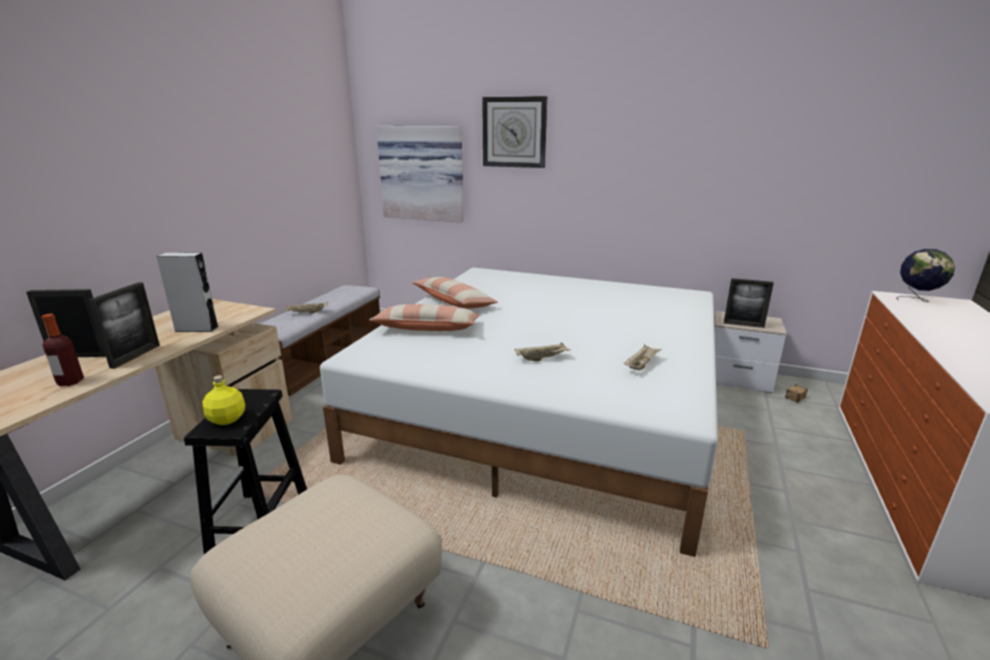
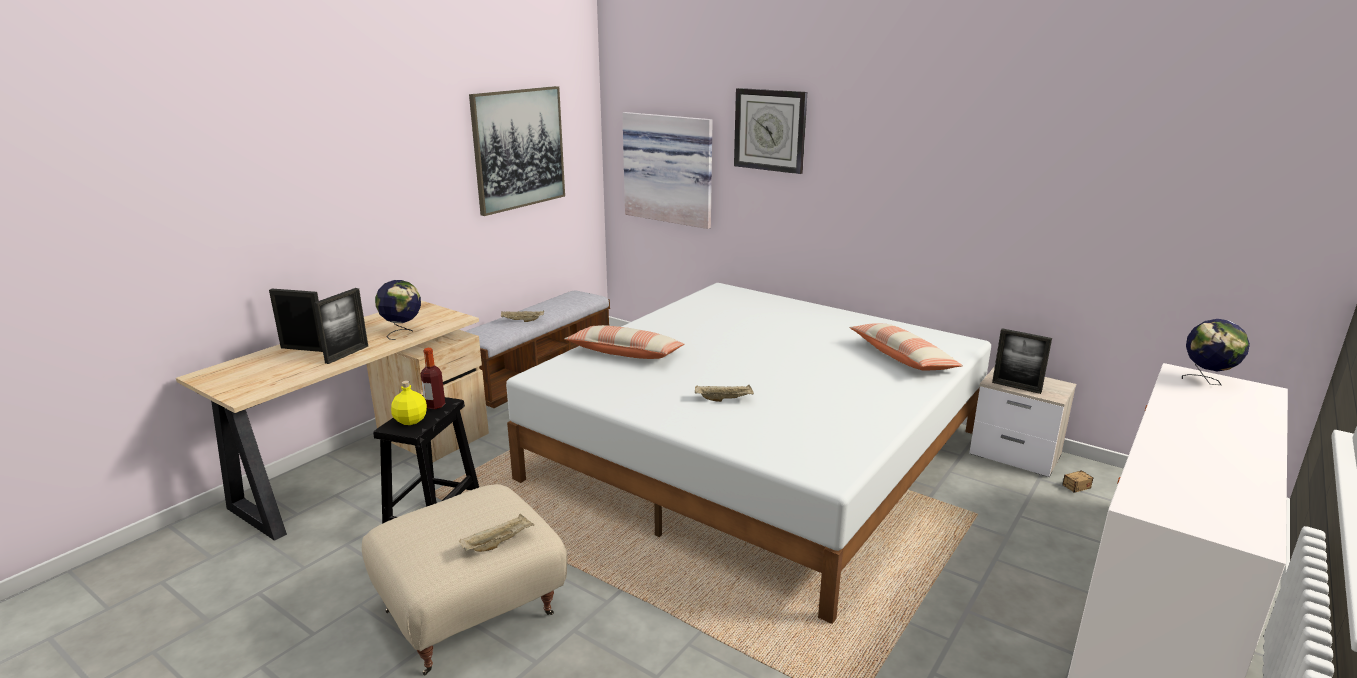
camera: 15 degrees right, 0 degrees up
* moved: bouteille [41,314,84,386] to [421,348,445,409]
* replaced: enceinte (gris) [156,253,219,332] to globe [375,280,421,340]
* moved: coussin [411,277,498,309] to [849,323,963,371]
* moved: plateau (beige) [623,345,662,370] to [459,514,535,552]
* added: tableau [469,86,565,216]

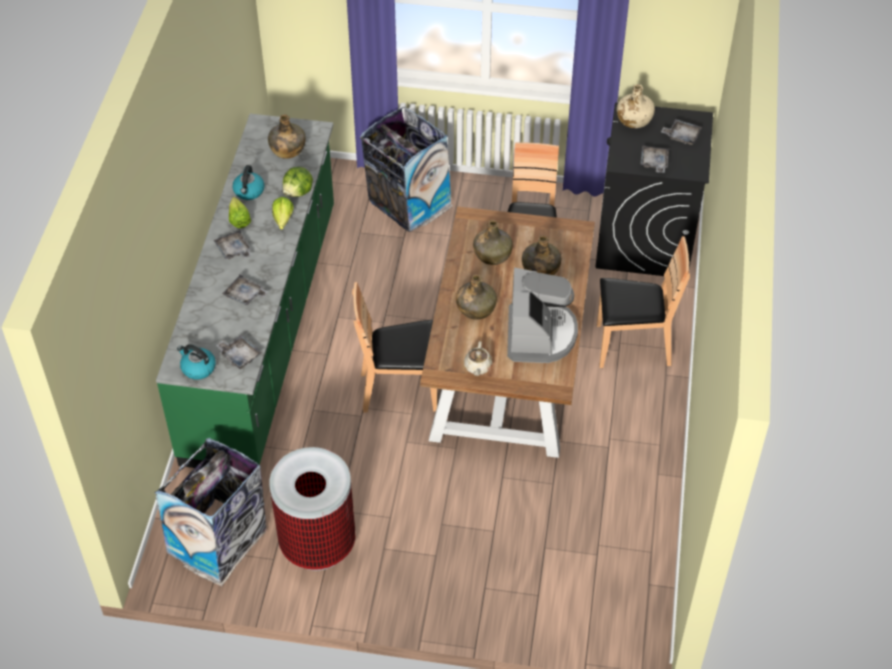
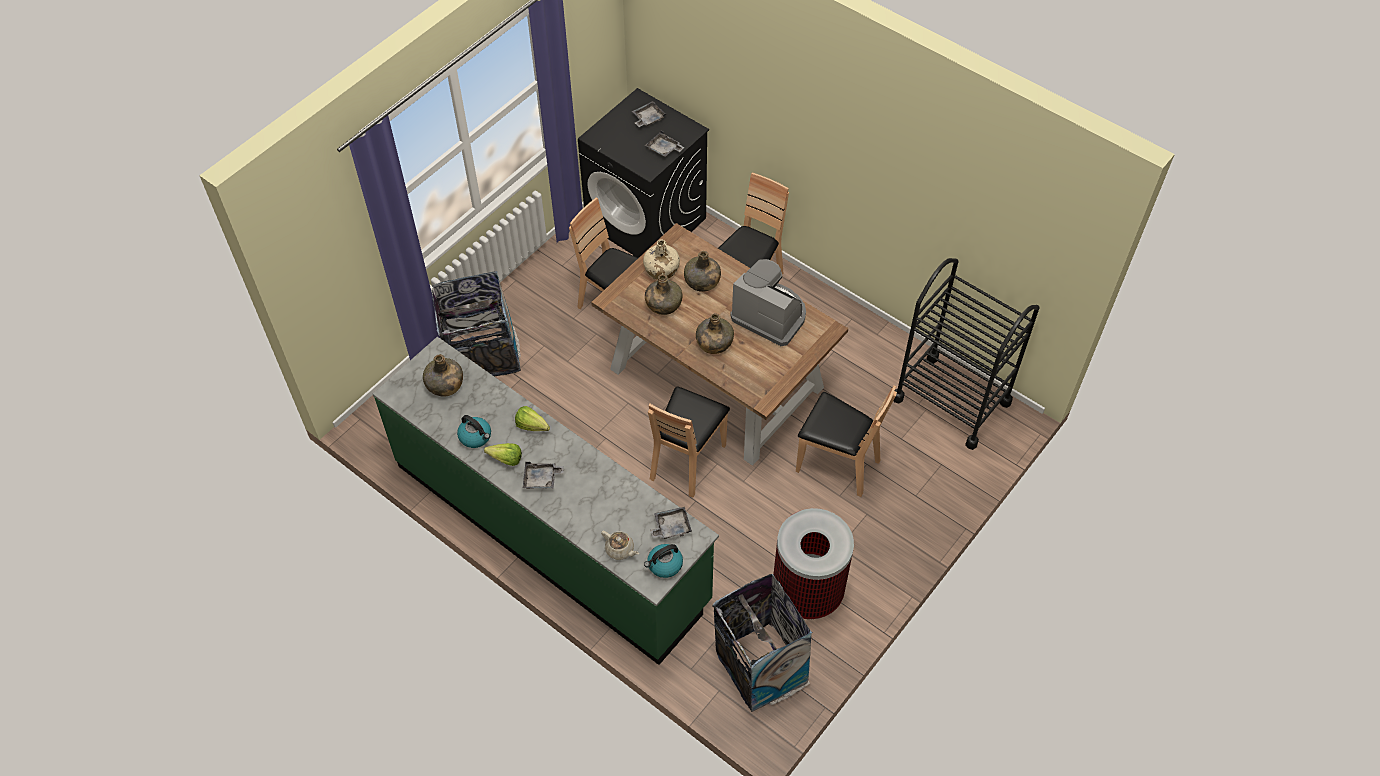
camera: 60 degrees left, 5 degrees up
* removed: plateau (gris) [222,274,269,305]
* removed: laitue [283,167,313,197]
* moved: théière (beige) [464,341,492,376] to [601,531,639,560]
* moved: bouteille (beige) [617,84,655,128] to [643,239,680,280]
* added: chaise (marron) [796,385,897,497]
* added: chariot (noir) [893,258,1040,450]

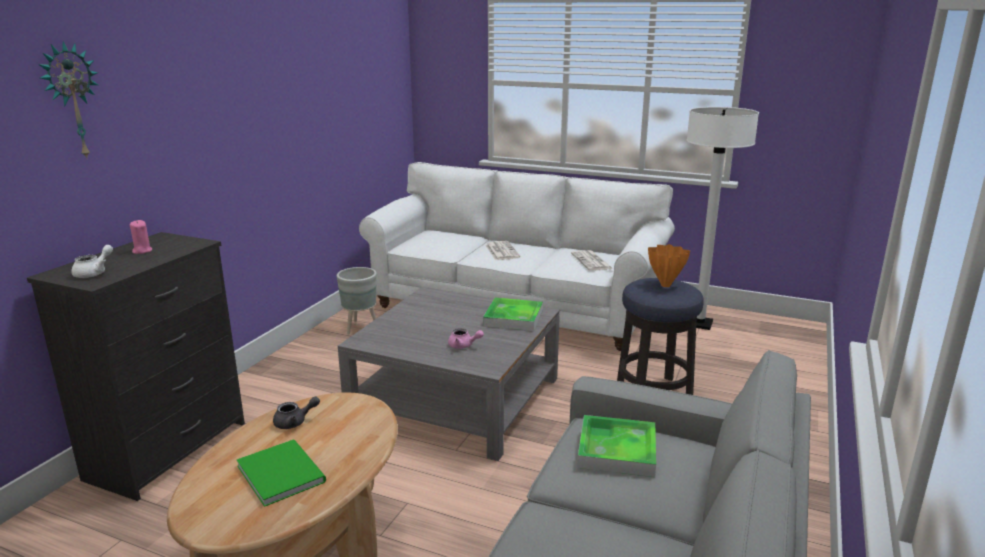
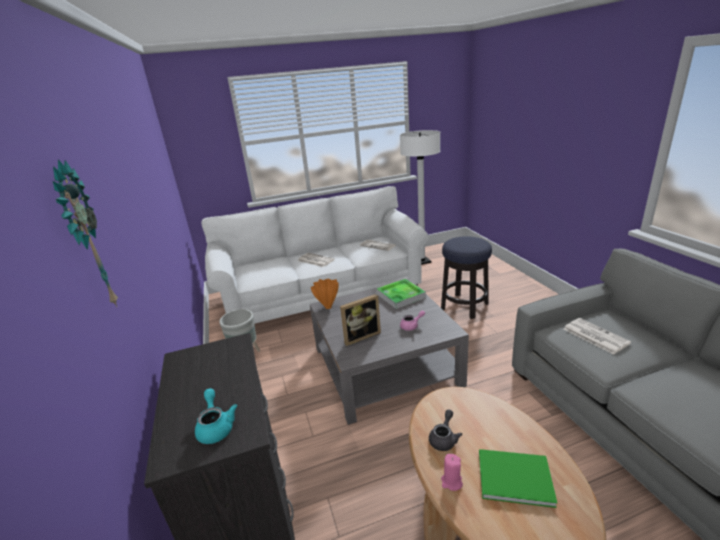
camera: 40 degrees left, 5 degrees up
* recoloured: théière (blanc) [71,245,113,278] to théière (turquoise) [195,388,237,444]
* moved: bougie (rose) [130,220,152,254] to [441,454,463,491]
* replaced: plateau [577,415,656,477] to journal [564,318,631,355]
* moved: vase (orange) [648,244,690,287] to [311,279,339,309]
* added: cadre photo [340,294,381,346]

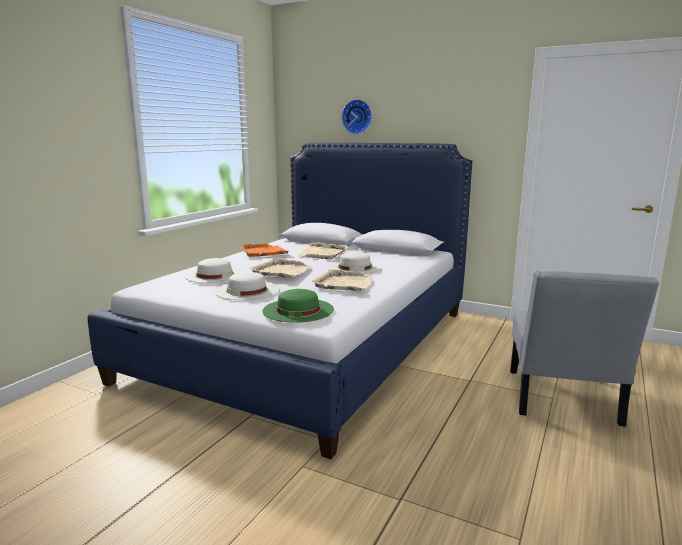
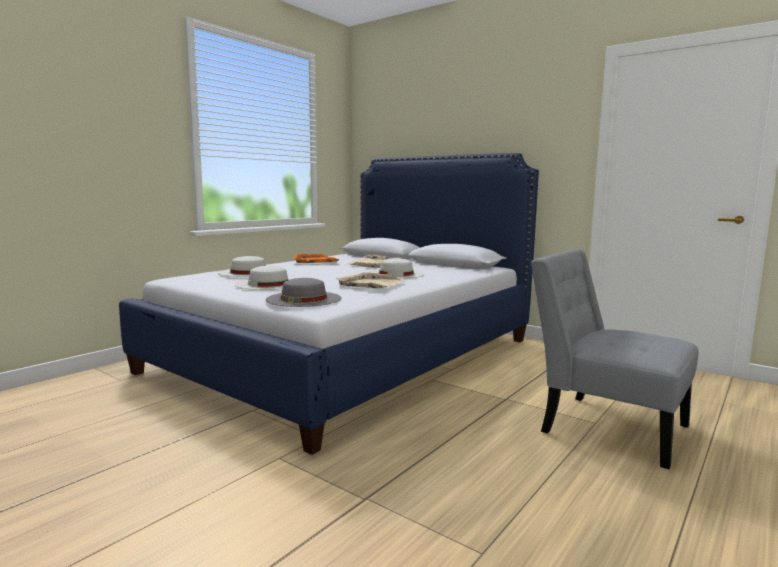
camera: 10 degrees right, 5 degrees down
* removed: plateau (beige) [250,259,312,277]
* recoloured: chapeau (vert) [263,289,334,322] to chapeau (gris) [266,278,341,307]
* removed: horloge murale [342,99,372,135]
* turned: chaise (gris) [510,271,659,427] = [531,249,699,469] 105 degrees clockwise

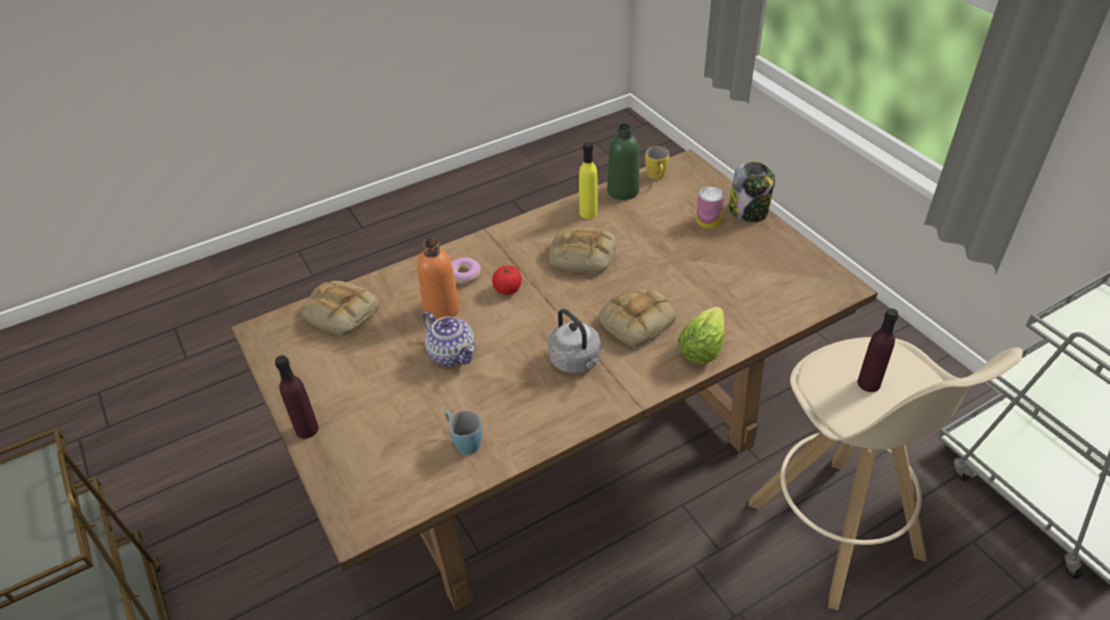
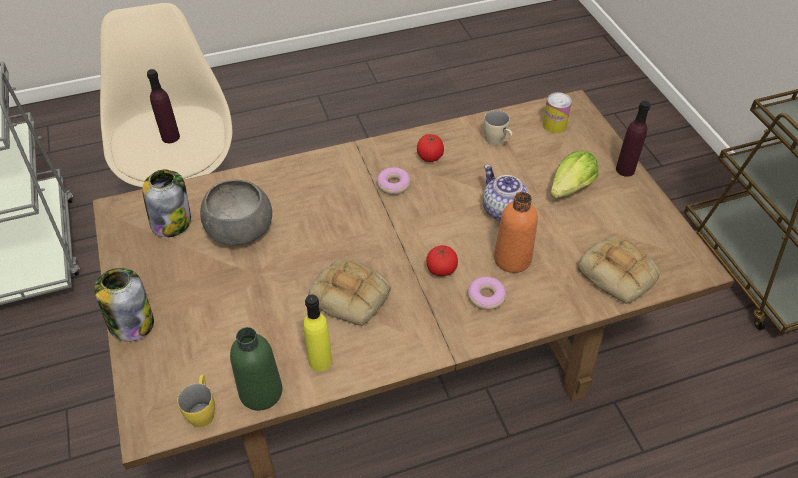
camera: 170 degrees left, 5 degrees up
* recoloured: mug (bleu) [445,411,482,455] to mug (beige) [484,110,512,145]
* replaced: bouilloire (gris) [548,309,601,374] to beignet [376,167,411,195]
* removed: pain [598,289,676,348]
* moved: laitue [678,307,725,364] to [551,150,598,198]
* moved: boîte métallique [696,187,724,228] to [542,92,572,133]
* added: bocal [142,169,191,237]
* added: bol (gris) [200,180,272,246]
* added: tomate [417,134,444,162]

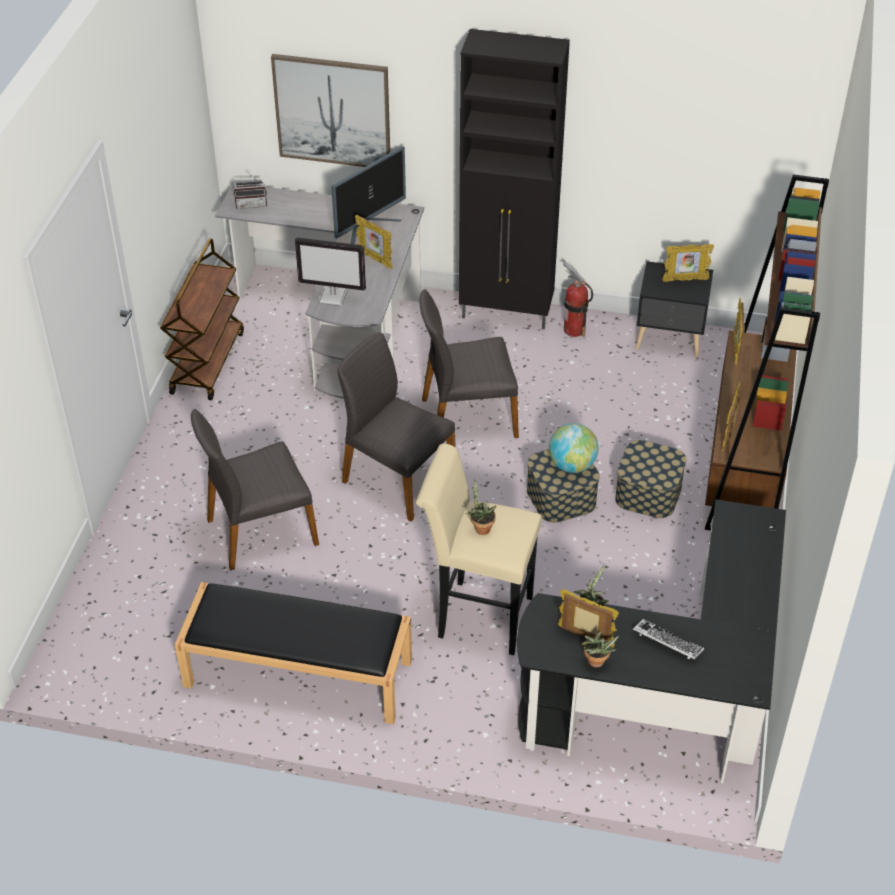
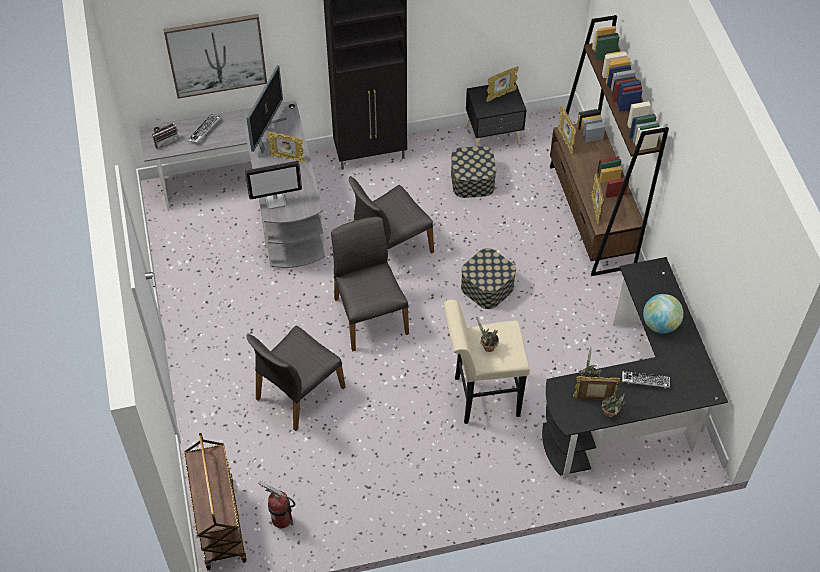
camera: 25 degrees left, 10 degrees up
* moved: chariot (marron) [160,238,244,400] to [184,433,247,570]
* removed: banc (noir) [175,582,412,724]
* turned: chaise (gris) [337,333,456,522] = [331,217,409,352] 60 degrees clockwise
* moved: globe [549,423,599,473] to [643,294,684,333]
* moved: extincteur [563,262,593,337] to [258,481,295,528]
* moved: boîte de rangement [615,440,686,518] to [451,146,496,198]
* added: clavier [187,114,222,143]

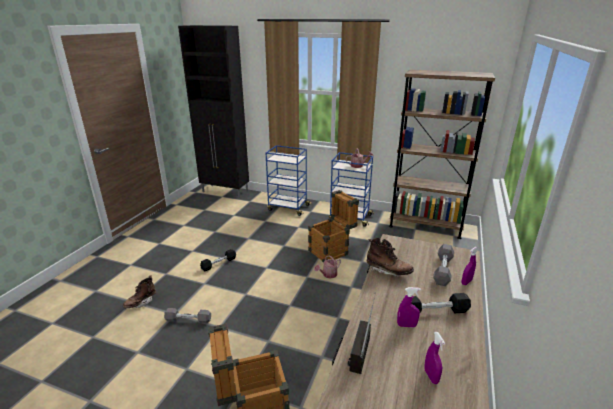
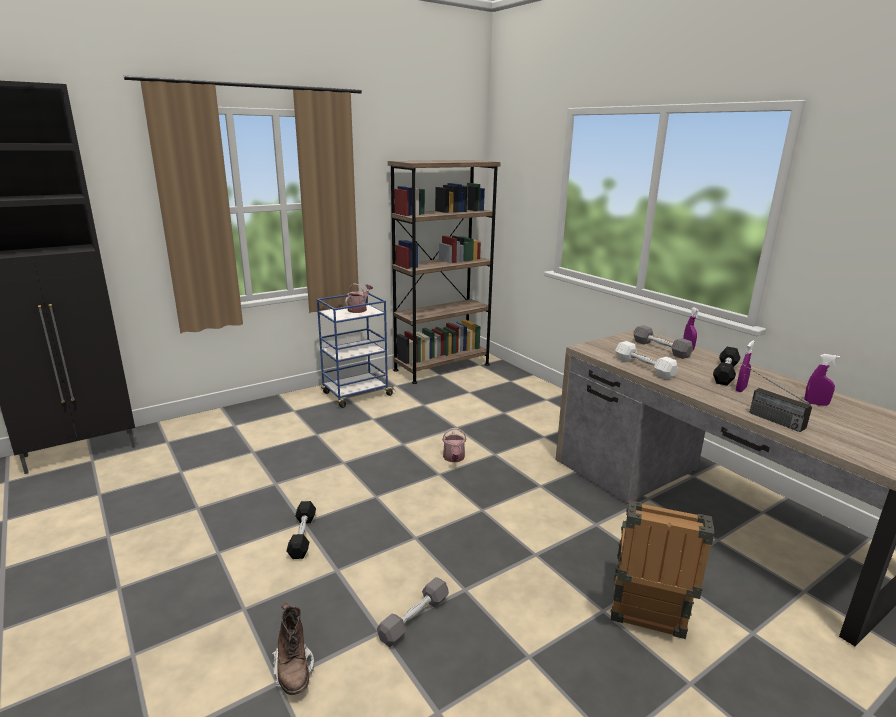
camera: 55 degrees left, 5 degrees down
* removed: chariot (bleu) [266,145,312,216]
* removed: caisse [308,190,359,262]
* replaced: botte (marron) [367,238,414,277] to haltère (blanc) [615,341,678,379]

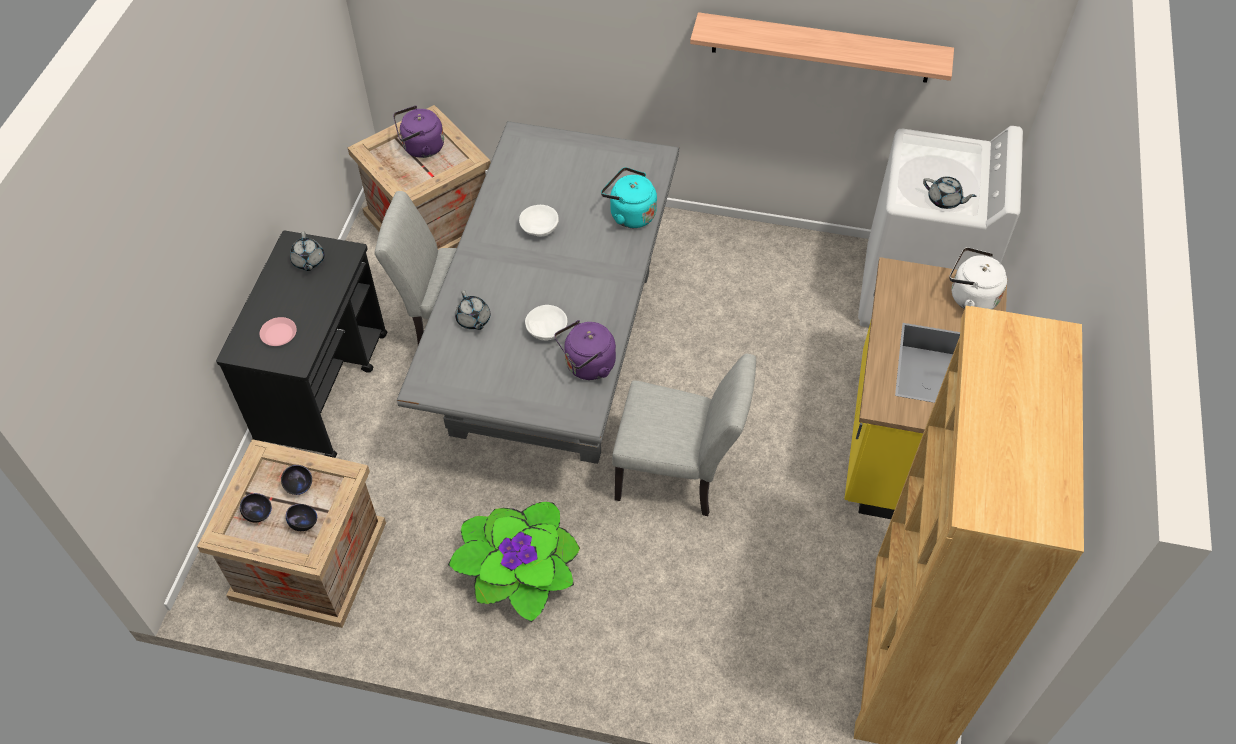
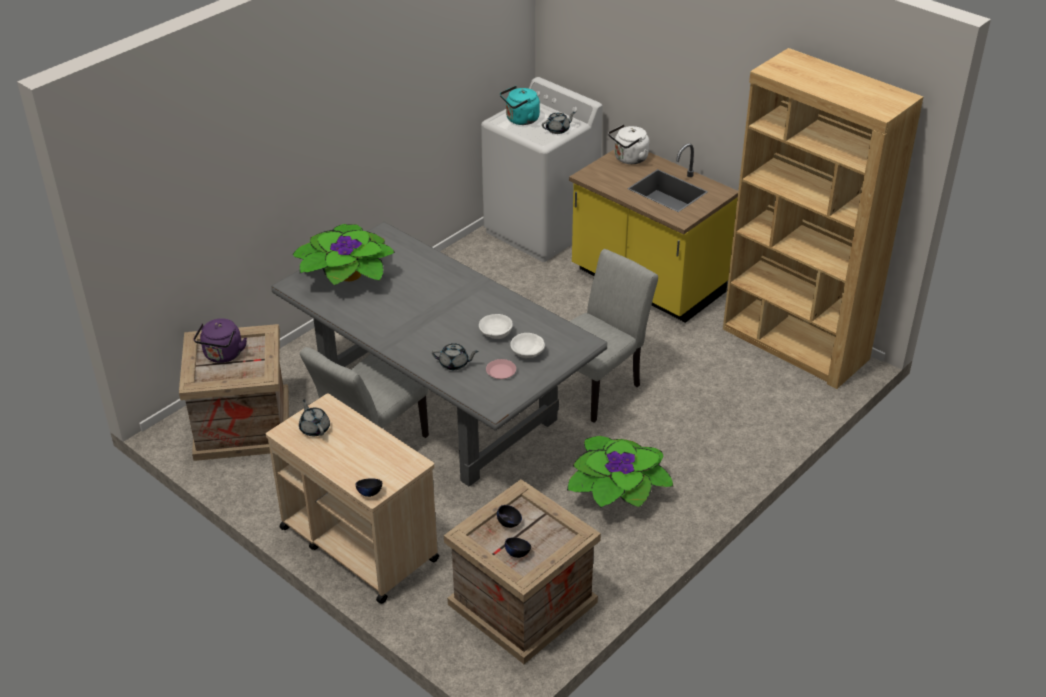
camera: 60 degrees left, 15 degrees down
* recoloured: chariot (noir) [216,231,387,458] to chariot (beige) [266,393,439,604]
* moved: assiette (rose) [260,317,297,346] to [486,359,516,379]
* moved: bol (noir) [286,504,317,531] to [355,478,382,497]
* turned: théière (gris) [290,232,325,271] = [299,400,330,436] 135 degrees counterclockwise
* moved: bol (blanc) [519,205,559,237] to [510,333,545,358]
* removed: bouilloire (violet) [554,320,616,380]
* moved: bouilloire (turquoise) [601,167,657,228] to [500,86,540,125]
* removed: étagère [690,12,954,83]
* added: plante en pot [292,224,395,285]

